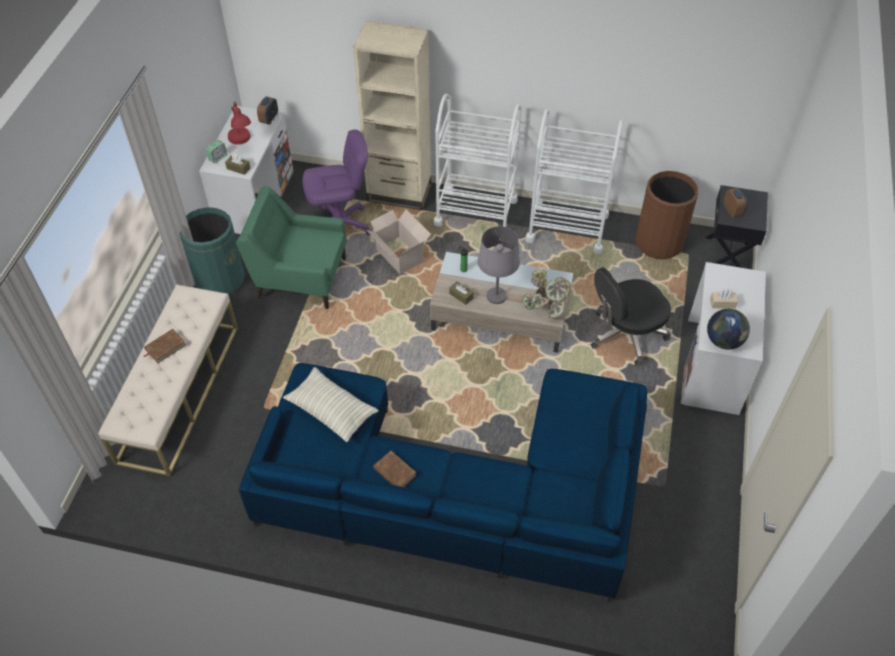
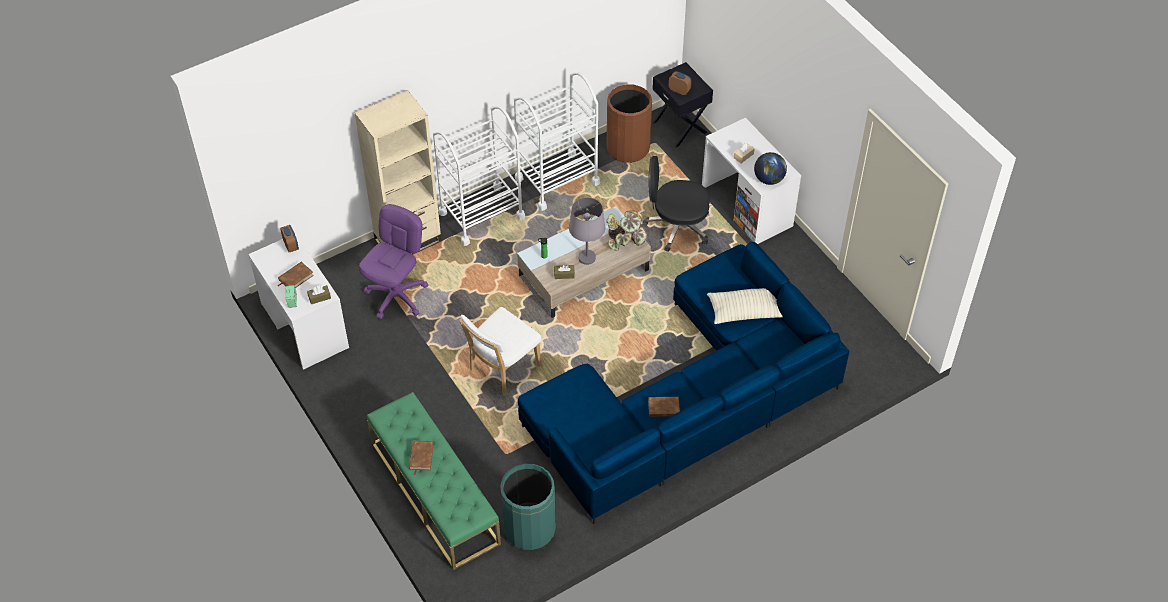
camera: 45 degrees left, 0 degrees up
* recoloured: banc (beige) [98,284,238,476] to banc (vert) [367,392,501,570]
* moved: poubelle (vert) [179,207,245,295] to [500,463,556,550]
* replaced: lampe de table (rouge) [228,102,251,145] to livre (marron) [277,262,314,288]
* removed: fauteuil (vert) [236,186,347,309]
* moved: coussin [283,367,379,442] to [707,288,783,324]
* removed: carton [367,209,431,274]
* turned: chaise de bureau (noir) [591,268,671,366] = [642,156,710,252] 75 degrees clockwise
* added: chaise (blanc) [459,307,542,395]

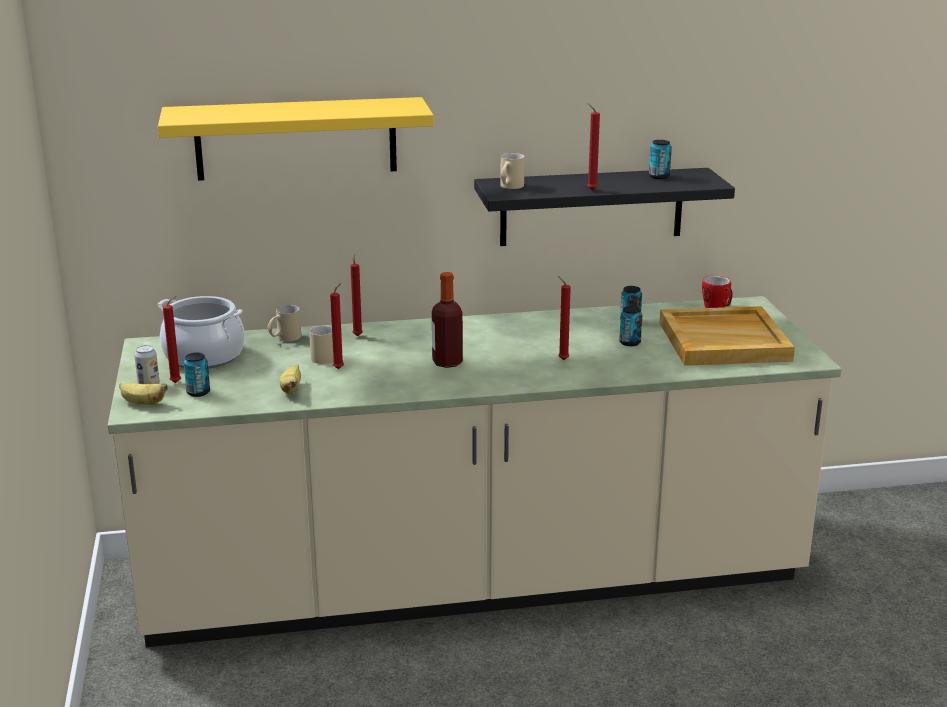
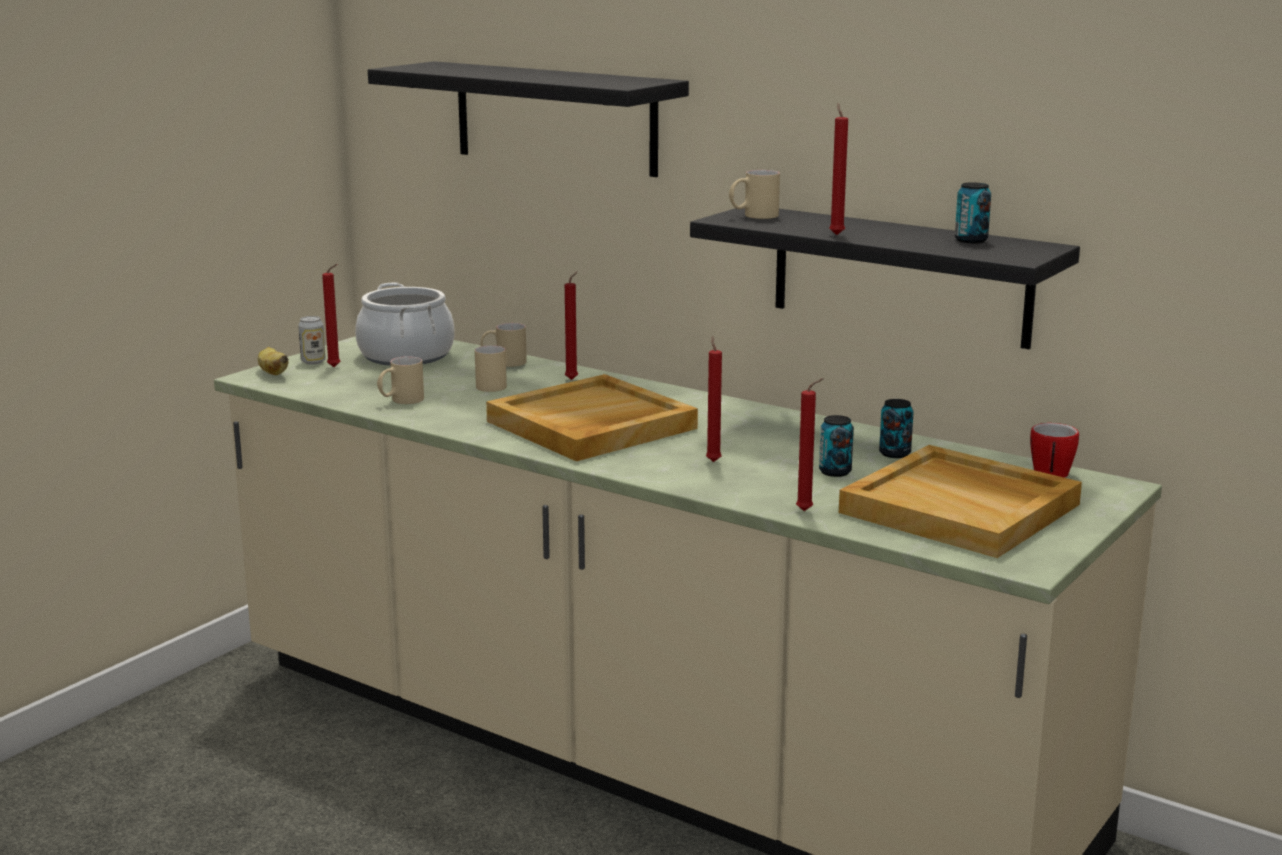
camera: 45 degrees right, 5 degrees down
* recoloured: étagère (jaune) [158,97,434,181] to étagère (noir) [368,61,689,177]
* removed: boîte métallique [184,353,210,397]
* replaced: banane [280,365,301,395] to mug (beige) [377,356,424,404]
* moved: bougie (rouge) [330,283,344,369] to [796,378,824,511]
* replaced: bouteille [432,272,463,368] to plateau (beige) [486,374,698,461]

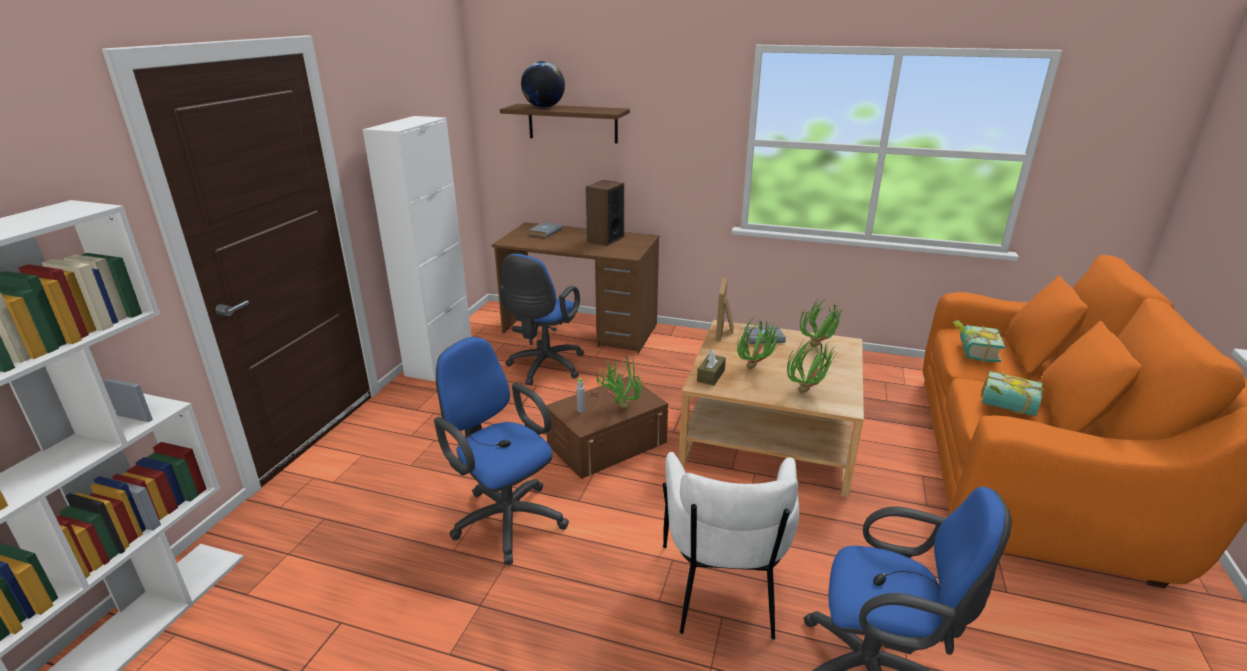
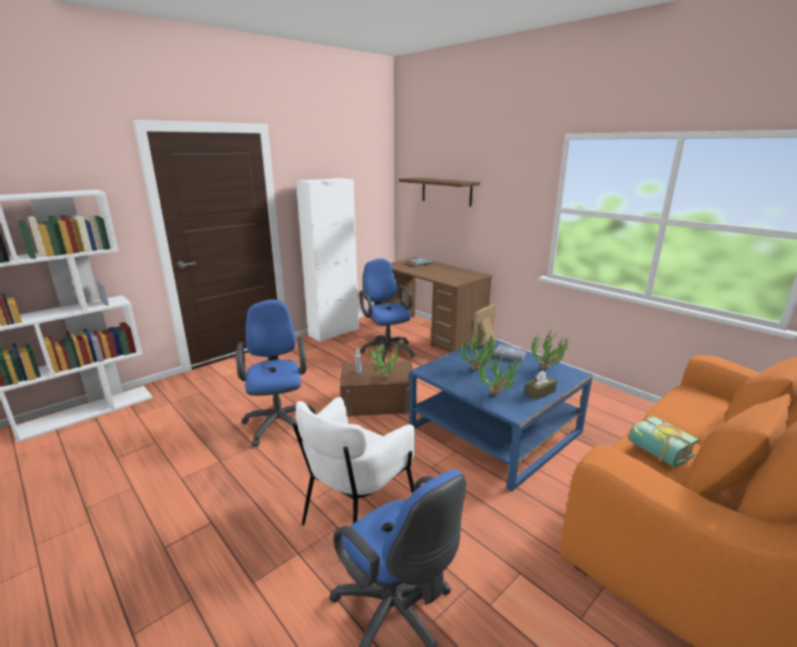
camera: 30 degrees right, 5 degrees down
* turned: chaise de bureau (bleu) [499,254,584,385] = [359,258,415,362] 105 degrees clockwise
* removed: globe [521,61,565,108]
* removed: enceinte [586,180,624,246]
* recoloured: table basse (beige) [679,320,864,497] to table basse (bleu) [409,340,593,492]
* moved: boîte à mouchoirs (marron) [697,349,726,386] to [525,370,557,400]
* removed: livre [953,320,1005,363]

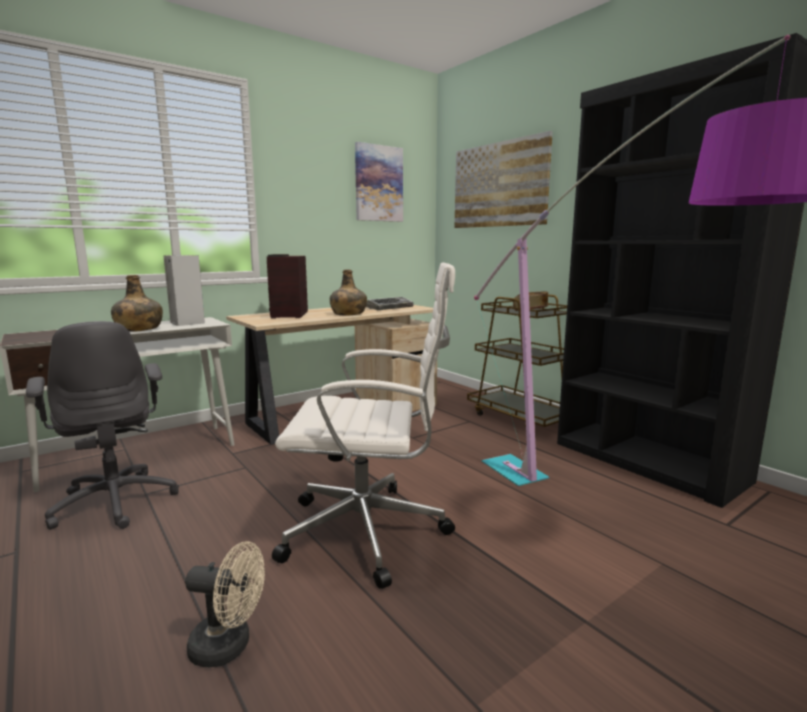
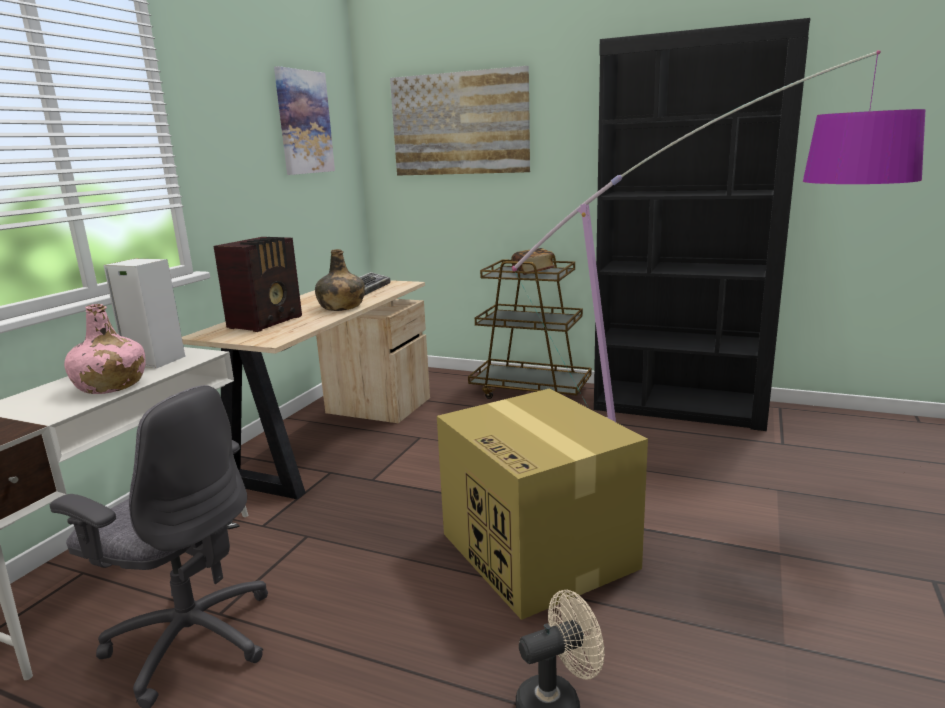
camera: 30 degrees left, 5 degrees up
* recoloured: bouteille (vert) [111,275,163,332] to bouteille (rose) [64,304,146,394]
* turned: radio [267,254,308,319] = [214,237,302,332] 120 degrees counterclockwise
* replaced: chaise de bureau (blanc) [272,262,455,589] to carton [437,388,648,620]

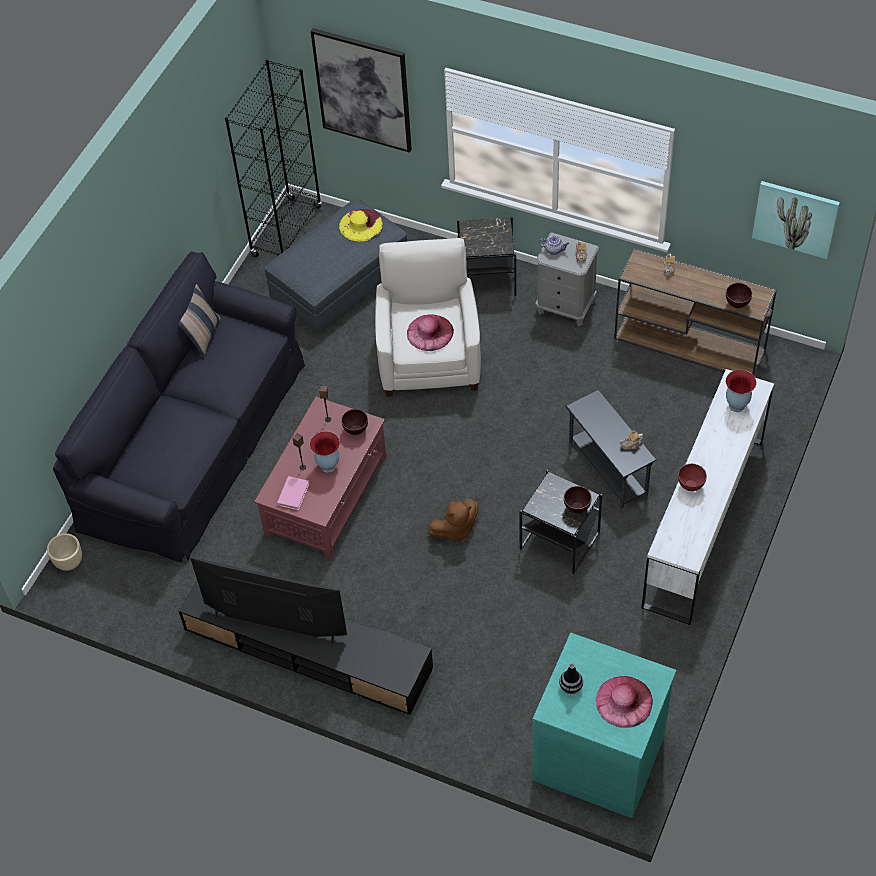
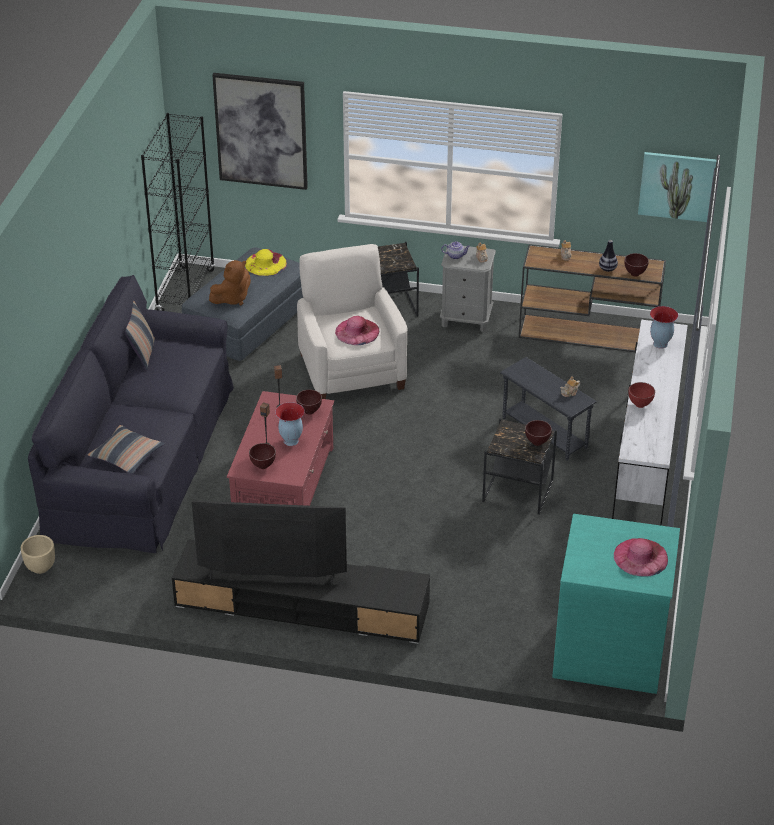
camera: 15 degrees left, 15 degrees down
* replaced: livre (rose) [277,476,310,510] to bol (marron) [249,443,276,469]
* moved: peluche (marron) [428,498,479,542] to [209,260,251,306]
* moved: vase [559,663,583,694] to [599,240,618,272]
* added: coussin [88,425,165,474]

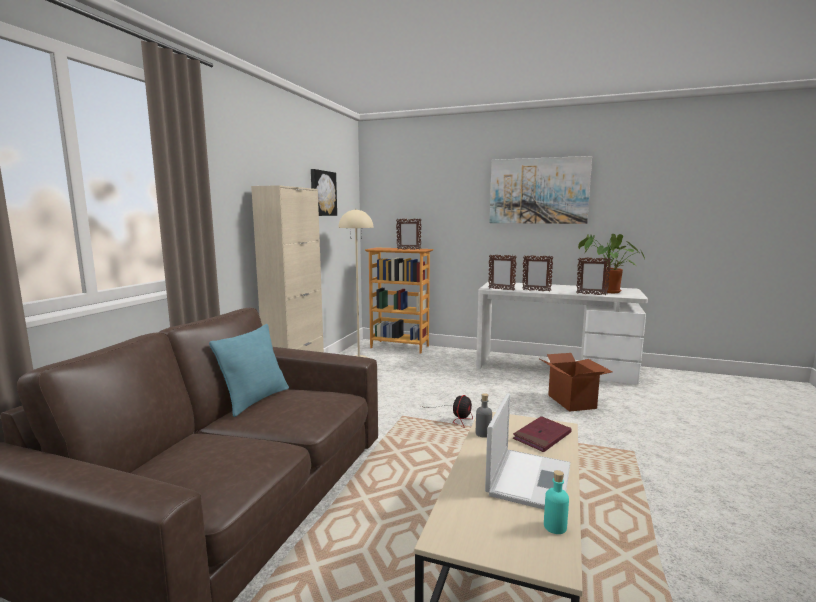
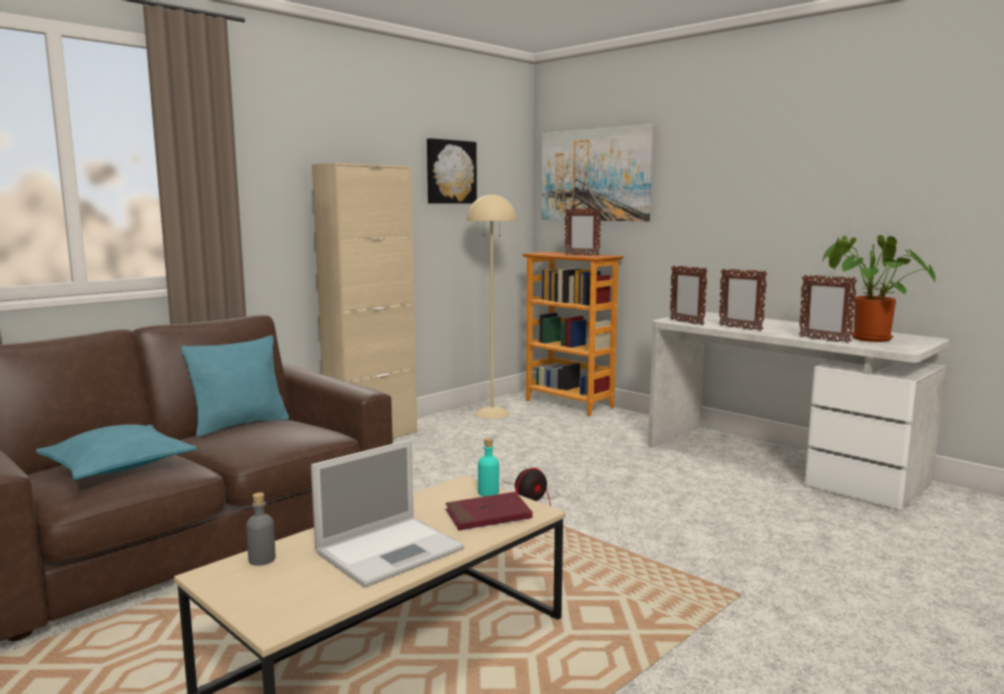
camera: 25 degrees right, 0 degrees up
* moved: bouteille (gris) [476,393,492,438] to [246,493,275,566]
* moved: tableau [490,156,592,224] to [541,124,653,221]
* removed: carton [540,353,613,412]
* moved: bouteille (turquoise) [544,470,569,534] to [478,438,499,497]
* added: coussin (turquoise) [36,424,197,480]

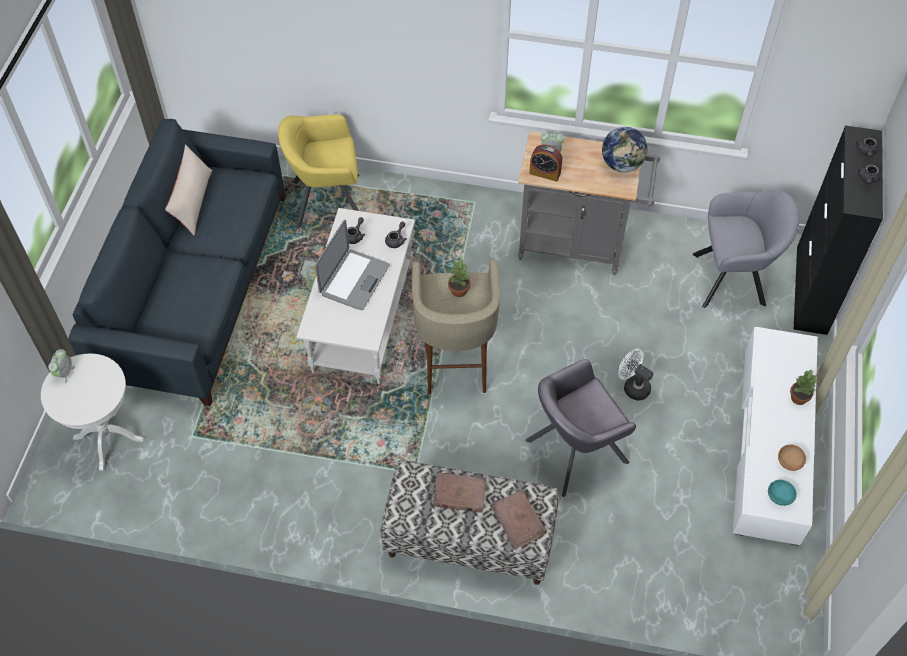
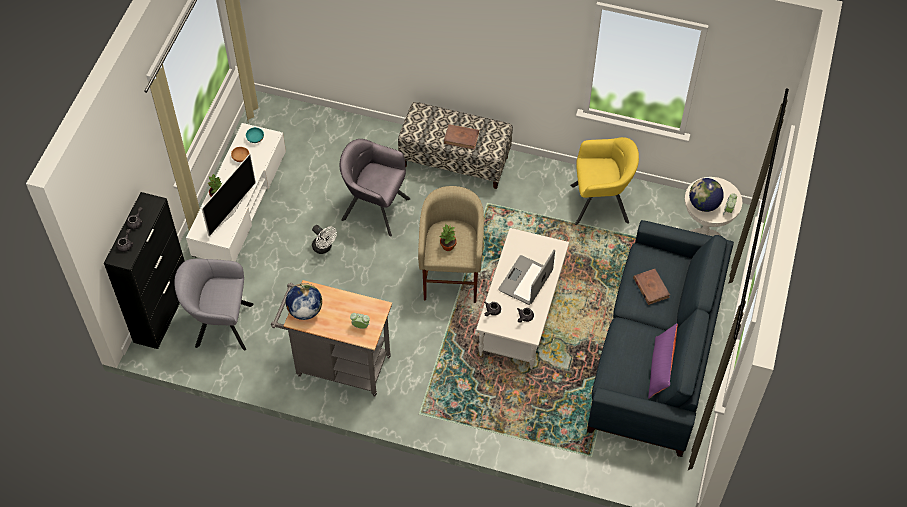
camera: 175 degrees left, 0 degrees up
* recoloured: coussin (beige) [165,144,212,236] to coussin (violet) [648,323,678,399]
* moved: fauteuil (jaune) [278,115,359,229] to [570,137,639,225]
* moved: livre (marron) [492,490,547,549] to [633,269,670,305]
* turned: fauteuil (gris) [525,359,636,497] = [340,139,411,237] 135 degrees counterclockwise
* removed: réveil [529,144,562,182]
* added: téléviseur [201,154,256,237]
* added: globe [689,178,724,212]

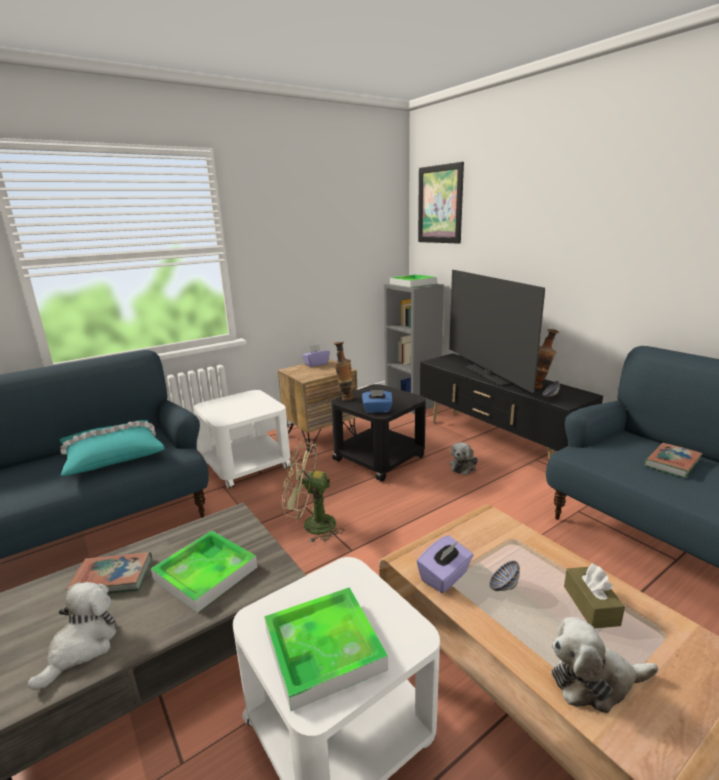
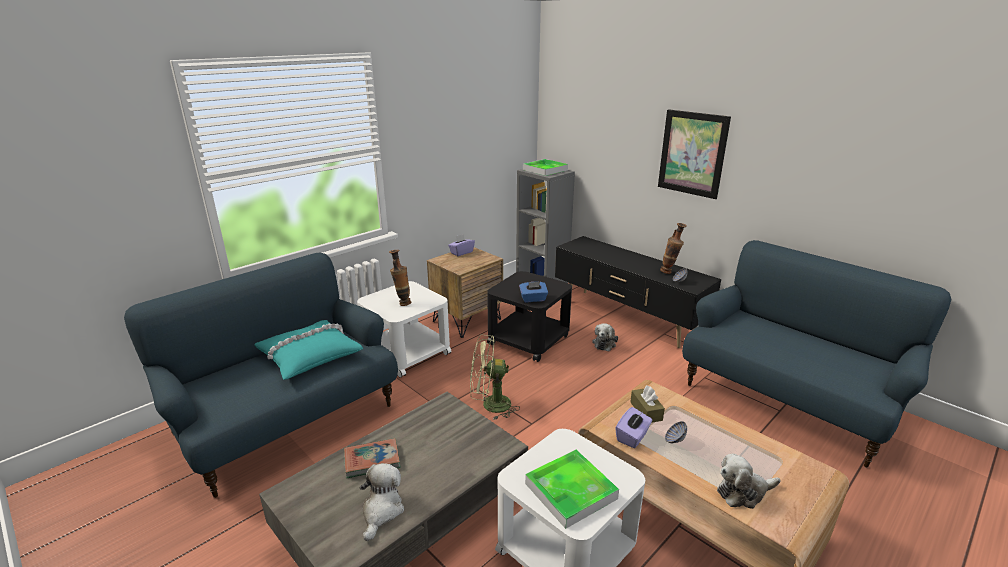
camera: 10 degrees left, 5 degrees up
* removed: plateau [151,531,257,613]
* moved: vase [333,342,354,400] to [389,250,412,306]
* moved: tableau [418,162,464,244] to [658,109,731,199]
* removed: téléviseur [449,270,545,393]
* moved: boîte à mouchoirs (marron) [564,563,625,628] to [630,385,665,423]
* removed: livre [644,443,702,478]

